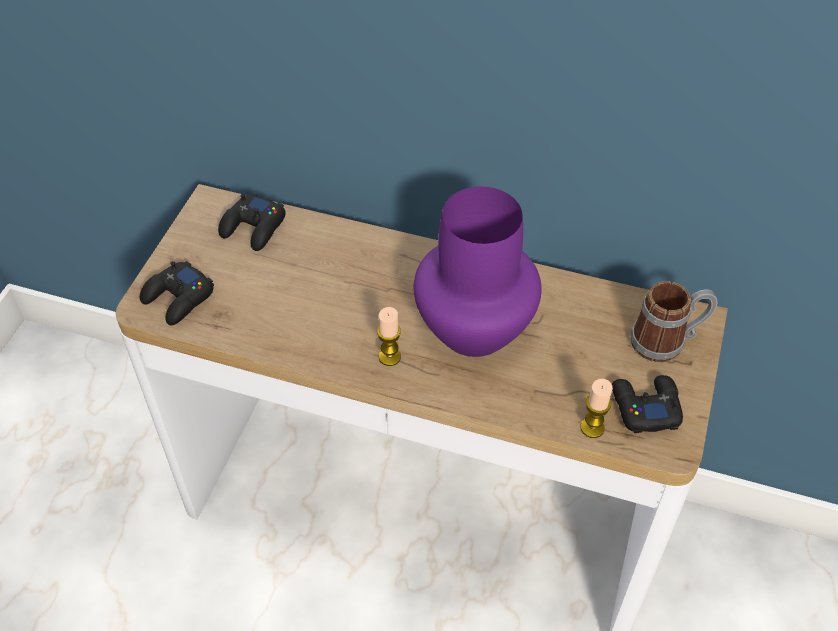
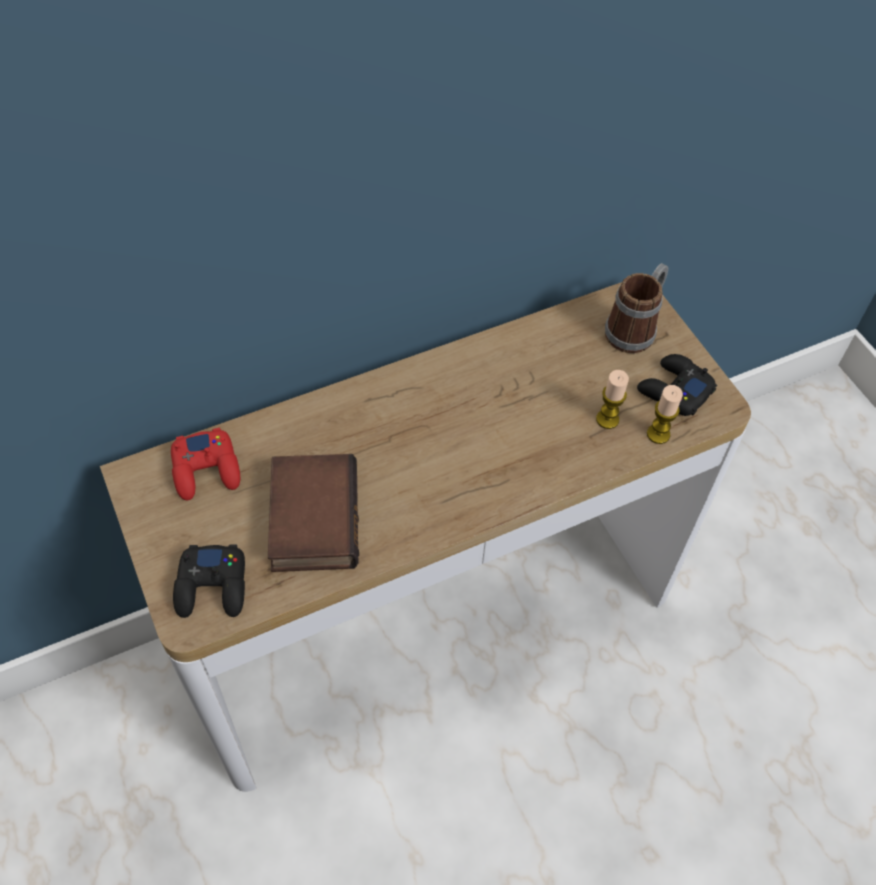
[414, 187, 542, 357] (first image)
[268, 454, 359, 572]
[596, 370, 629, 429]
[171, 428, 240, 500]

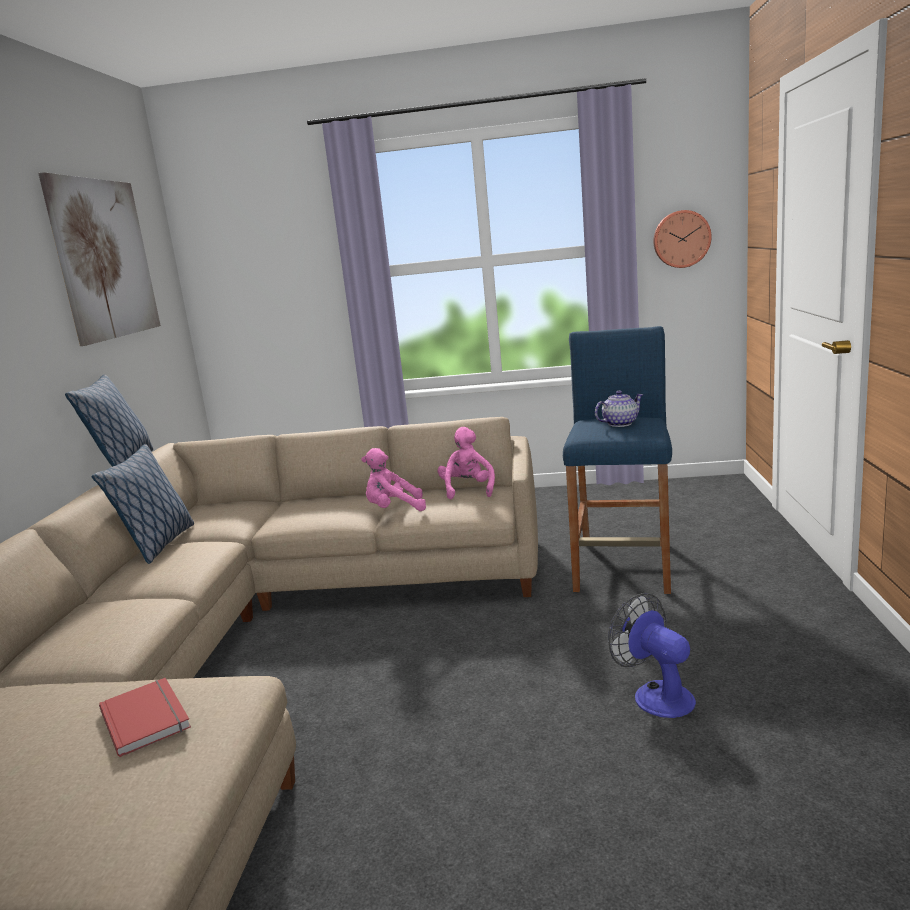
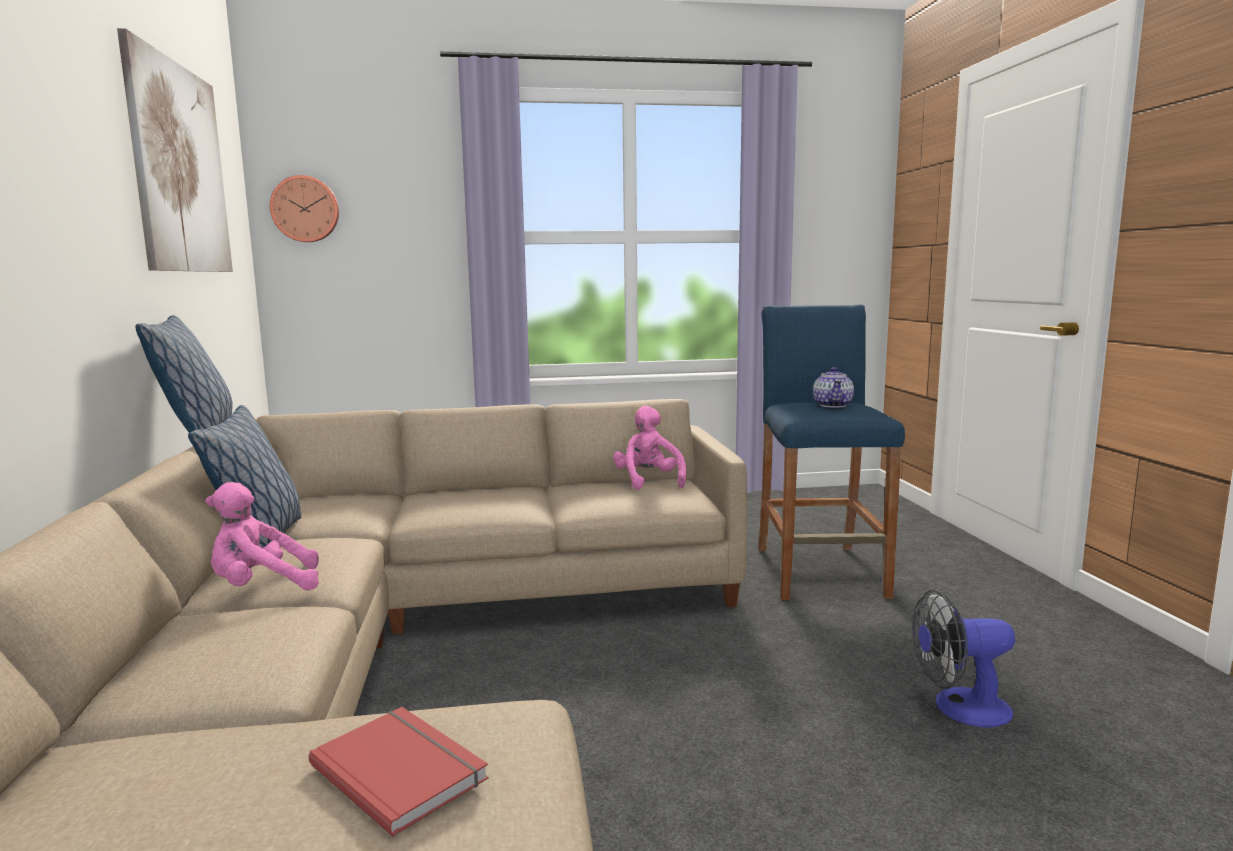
[206, 482, 319, 590]
[270, 175, 339, 242]
[813, 367, 854, 408]
[913, 589, 1015, 728]

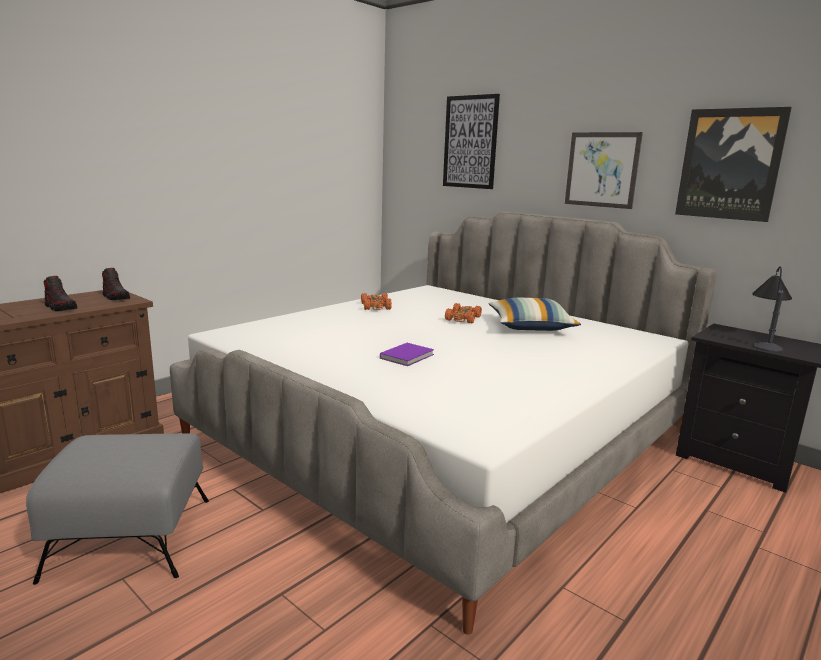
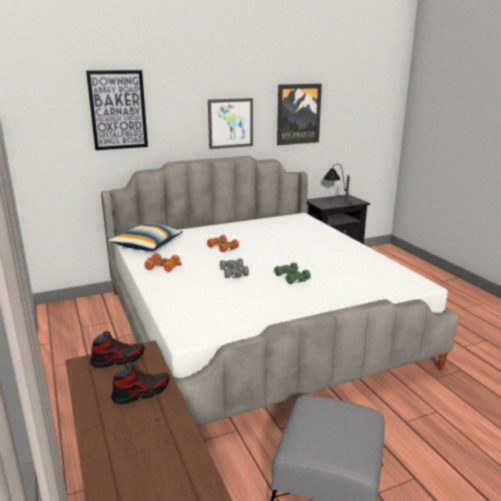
[220, 258, 249, 278]
[108, 223, 183, 251]
[274, 262, 311, 284]

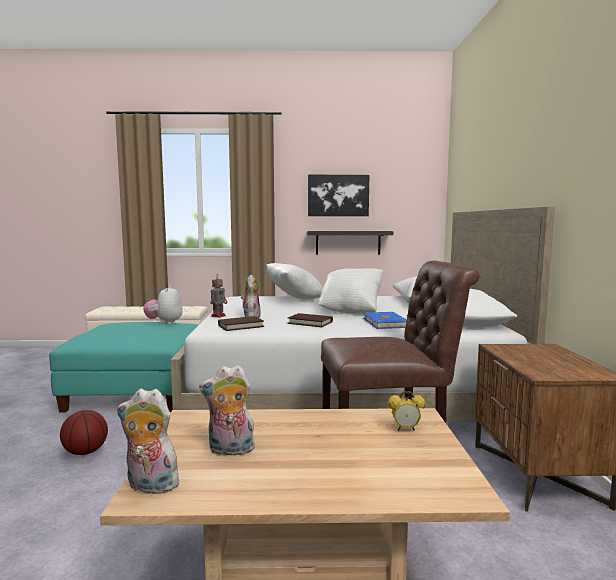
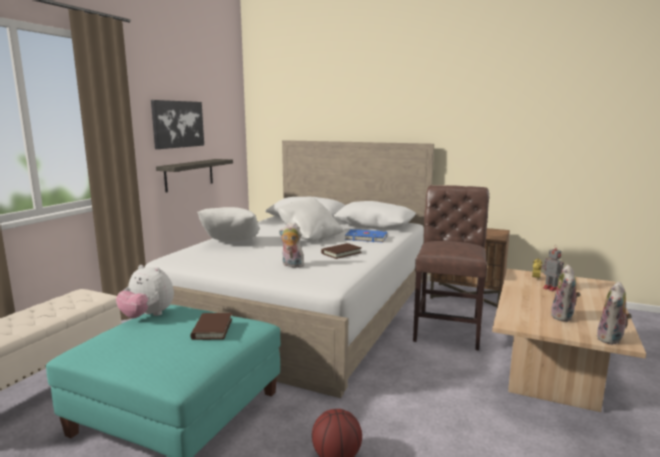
[541, 248, 564, 291]
[191, 313, 232, 340]

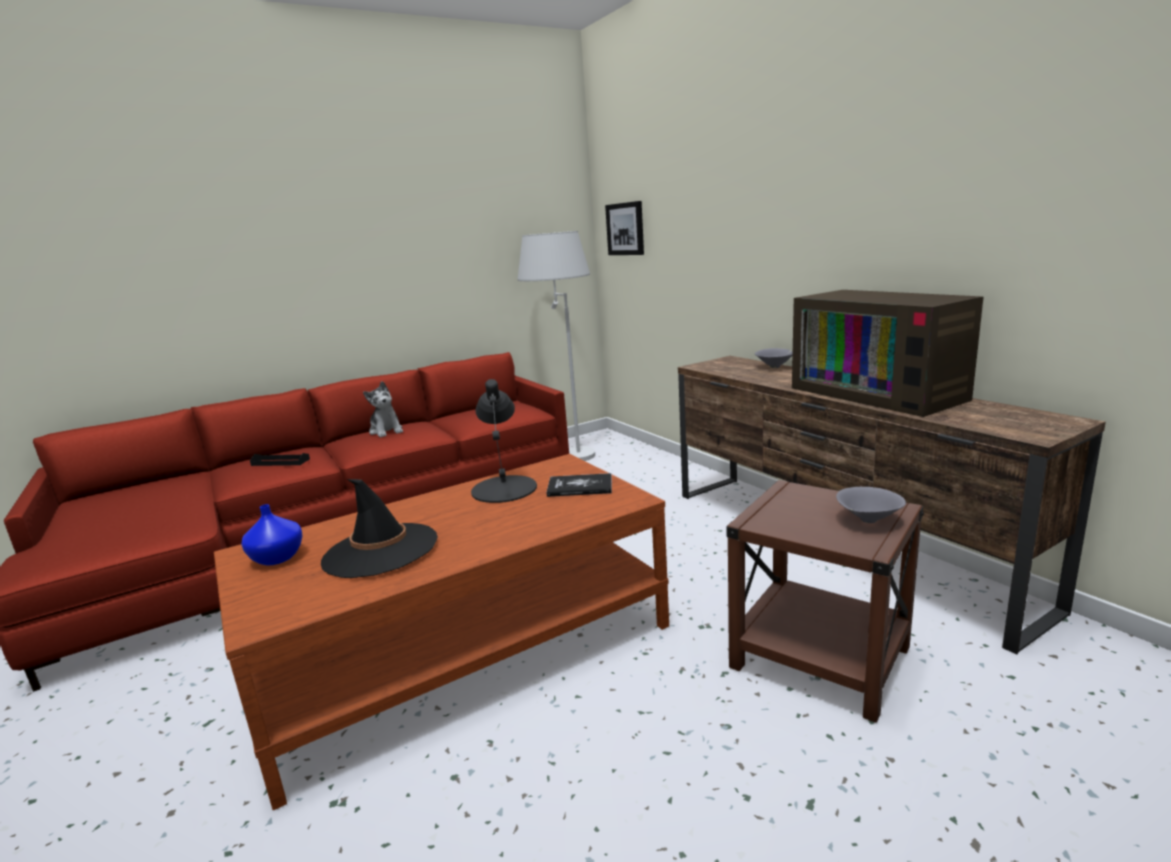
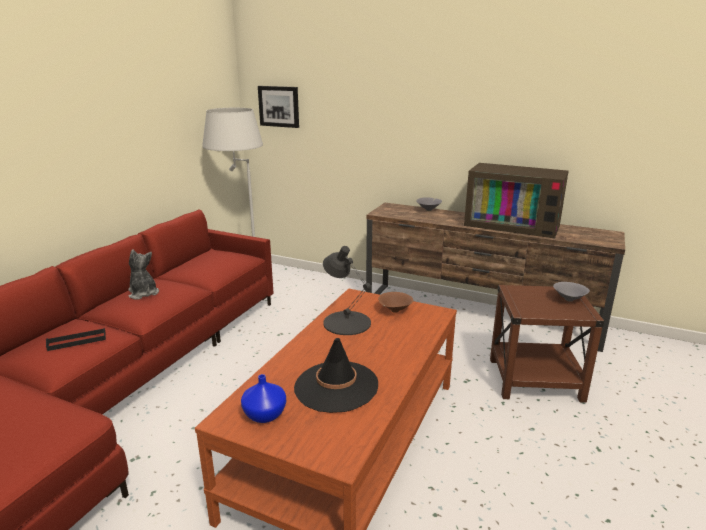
[378, 292, 413, 313]
[129, 250, 159, 300]

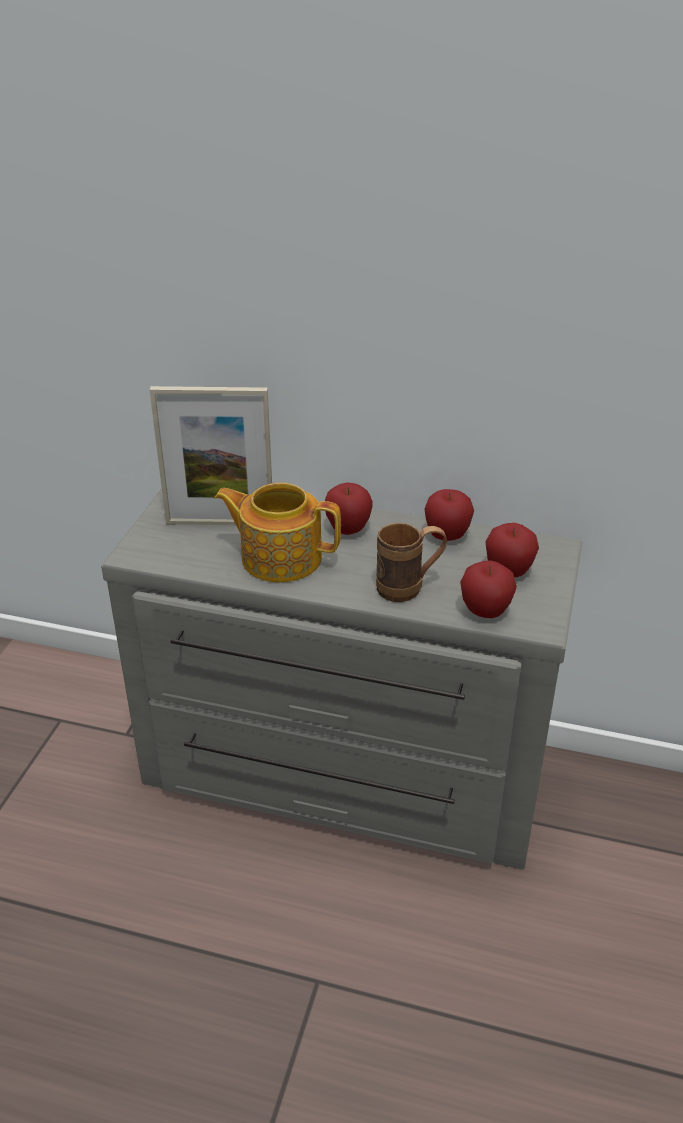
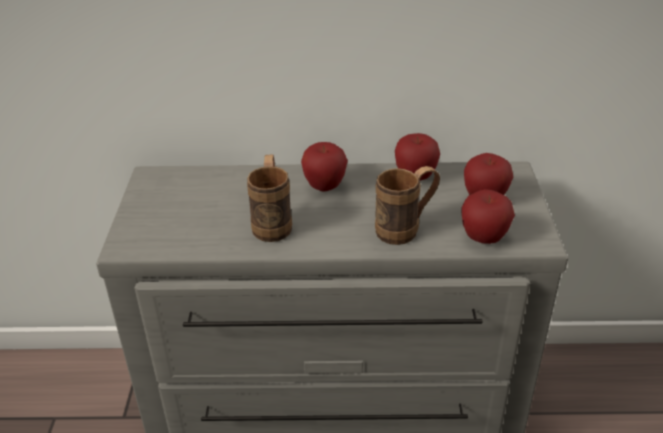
[150, 386, 272, 525] (first image)
[247, 154, 292, 242]

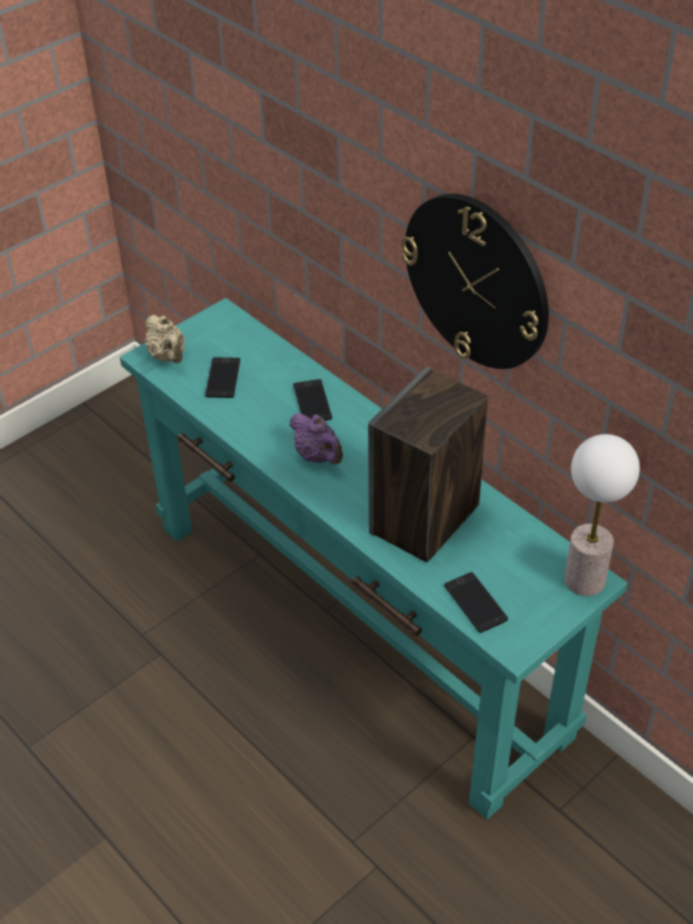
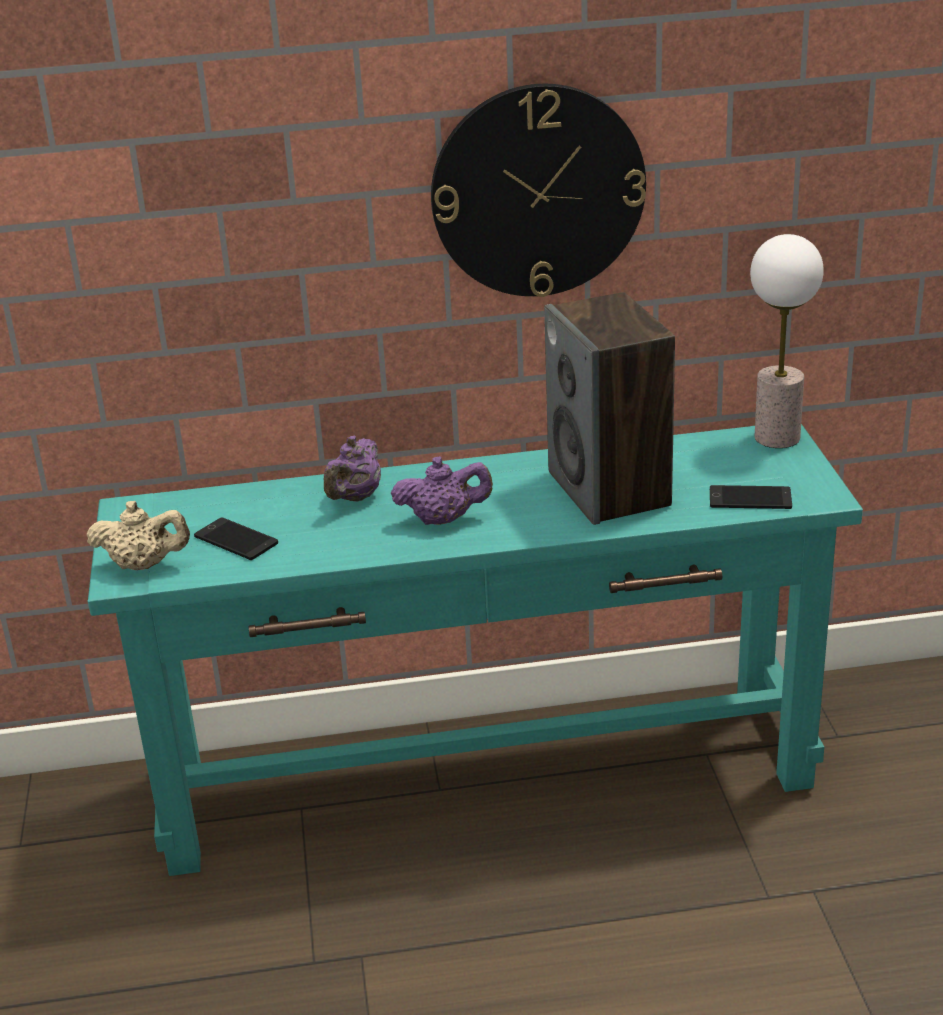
[324, 436, 381, 502]

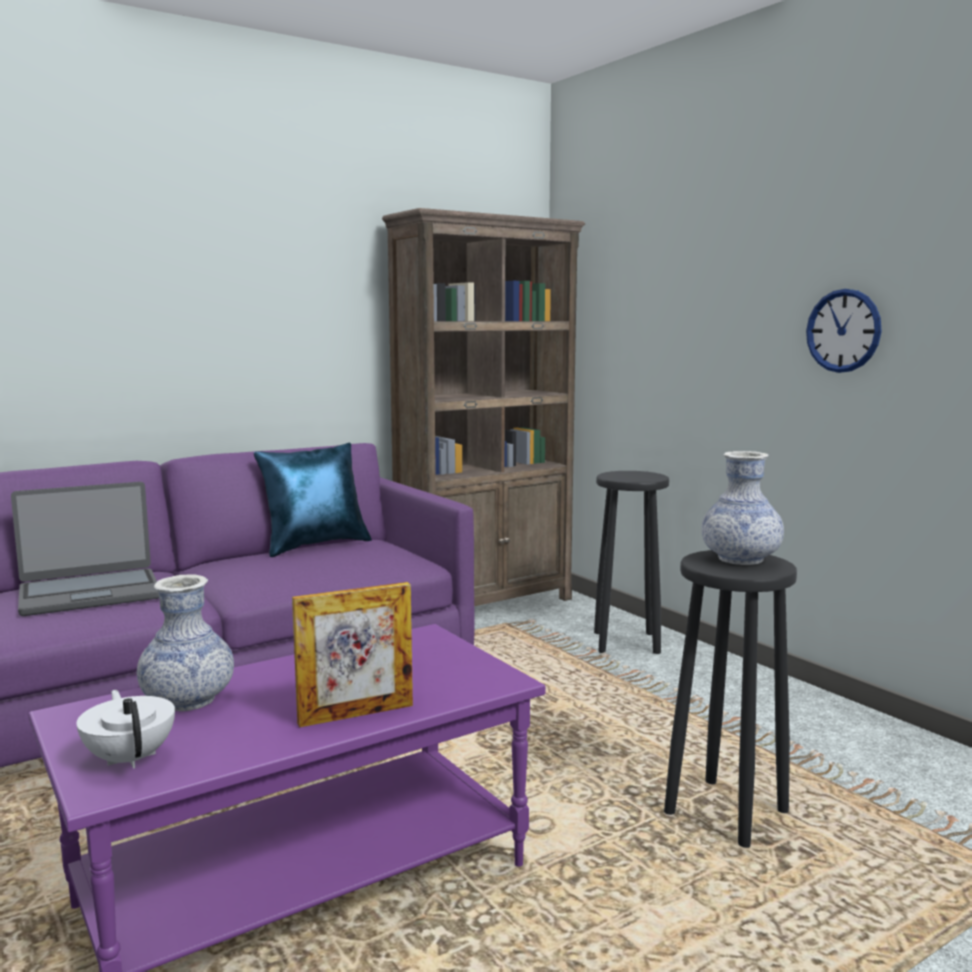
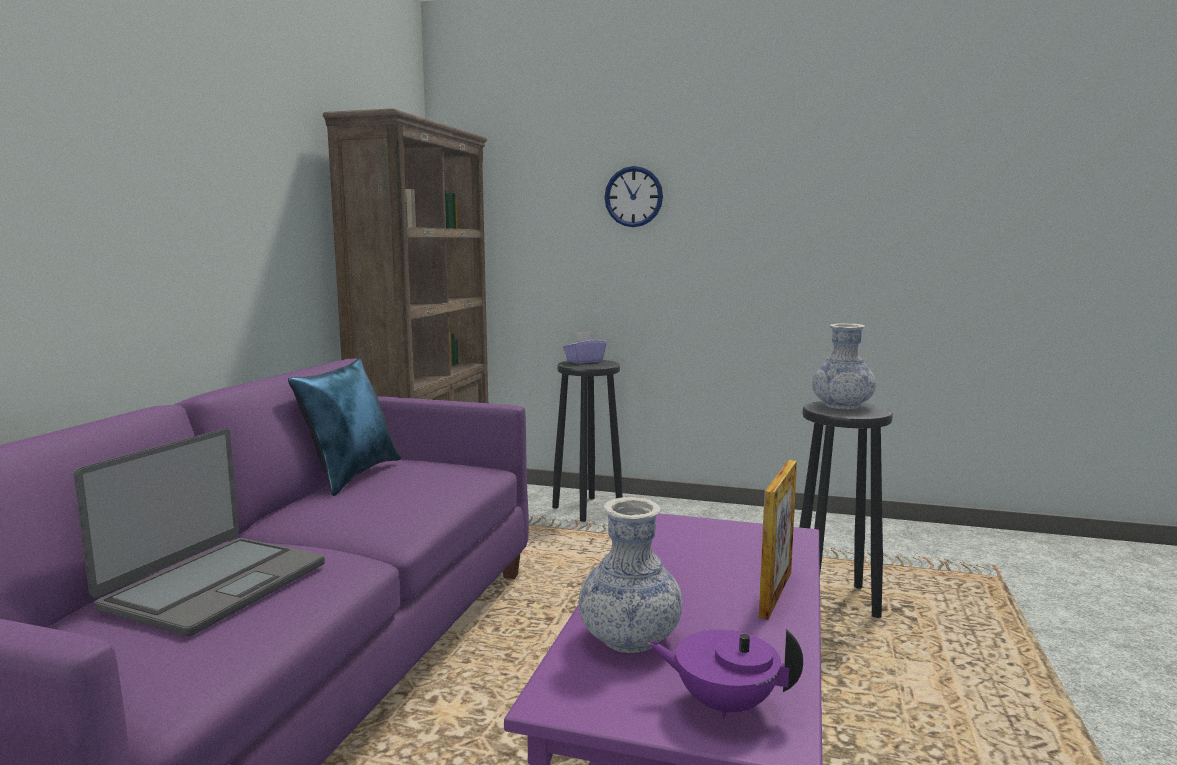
[563, 331, 607, 364]
[605, 166, 663, 227]
[648, 629, 803, 720]

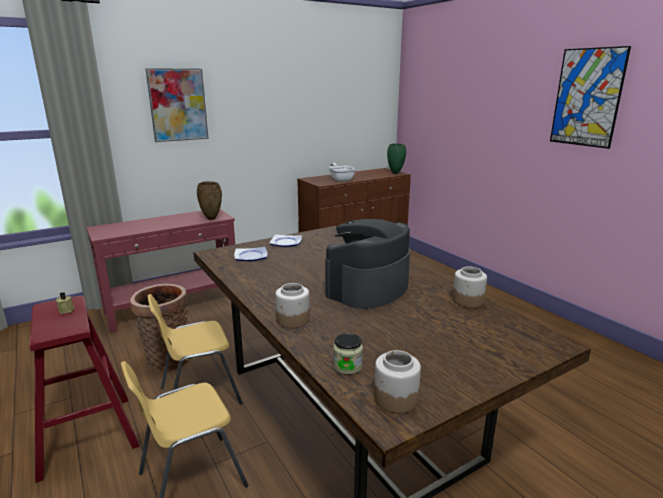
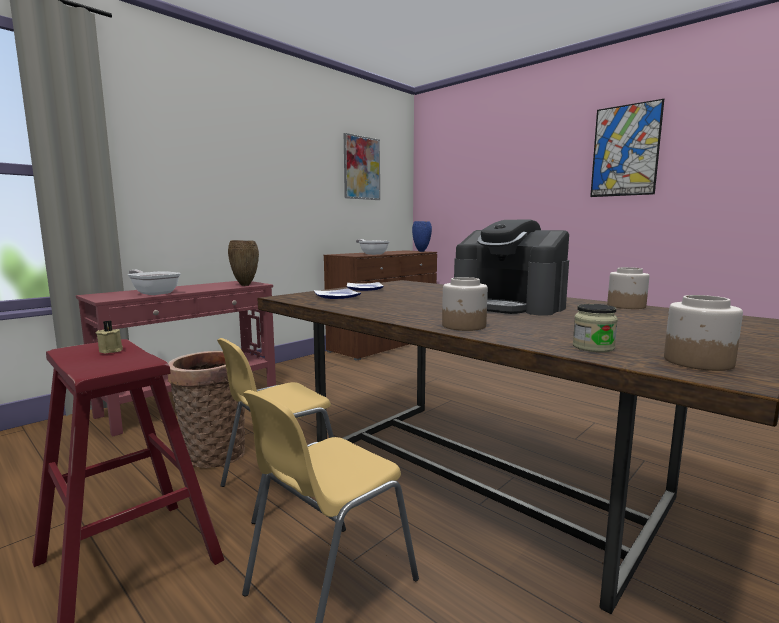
[128, 270, 181, 295]
[344, 133, 380, 200]
[412, 221, 432, 252]
[454, 219, 569, 316]

